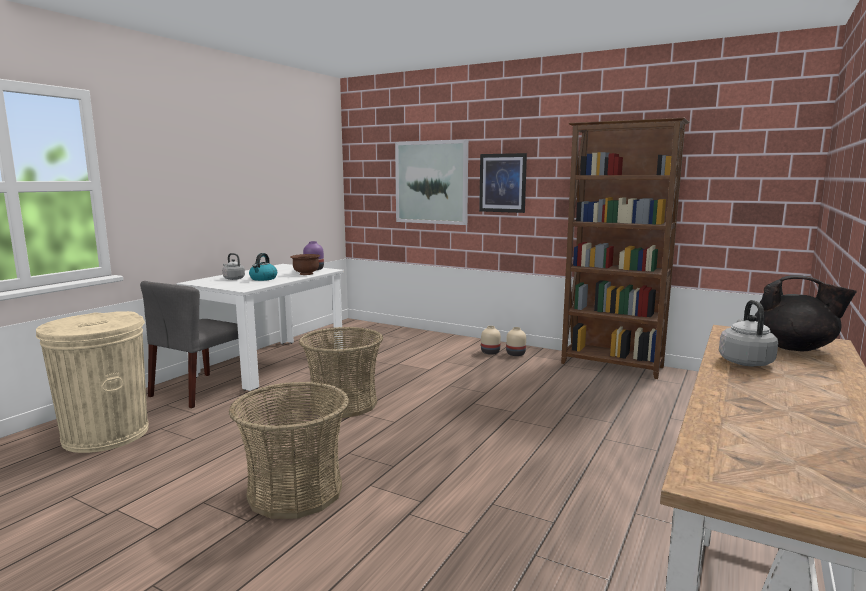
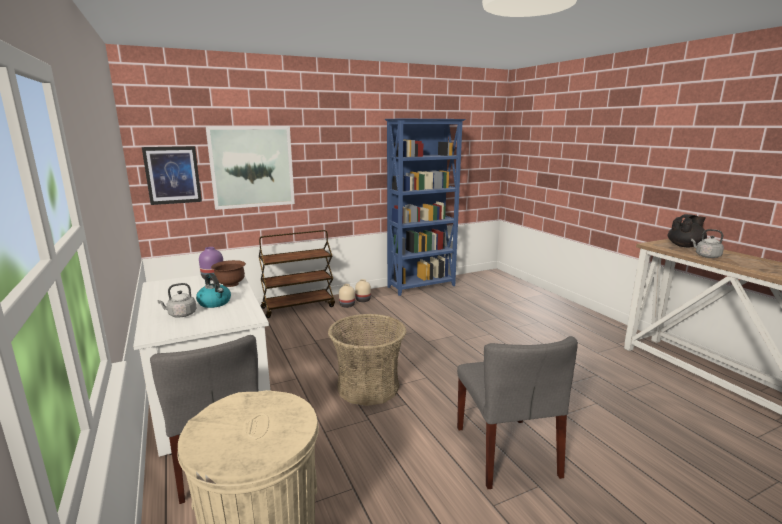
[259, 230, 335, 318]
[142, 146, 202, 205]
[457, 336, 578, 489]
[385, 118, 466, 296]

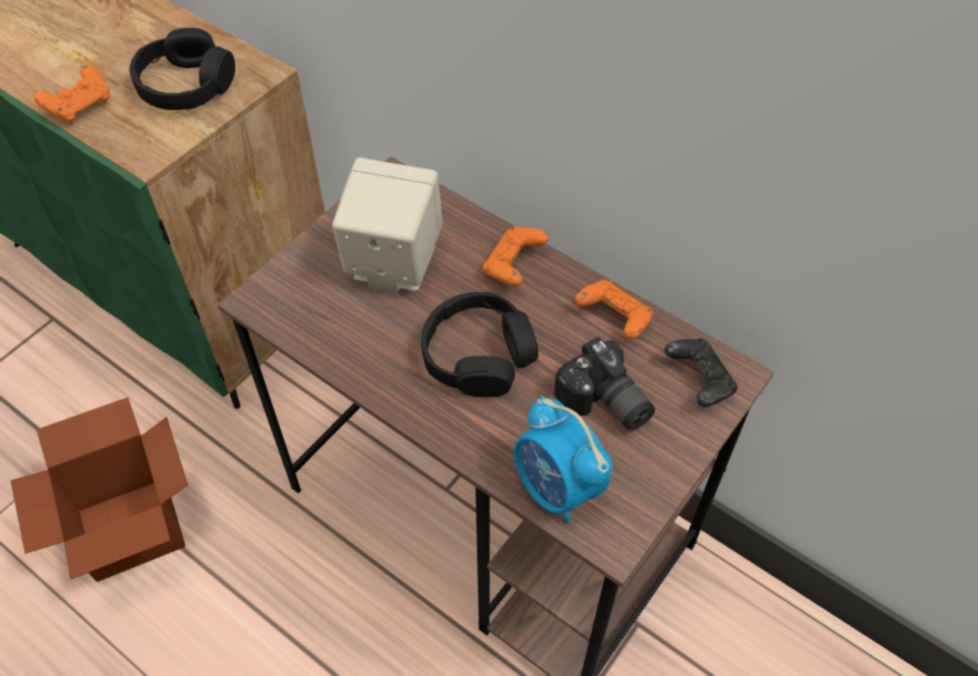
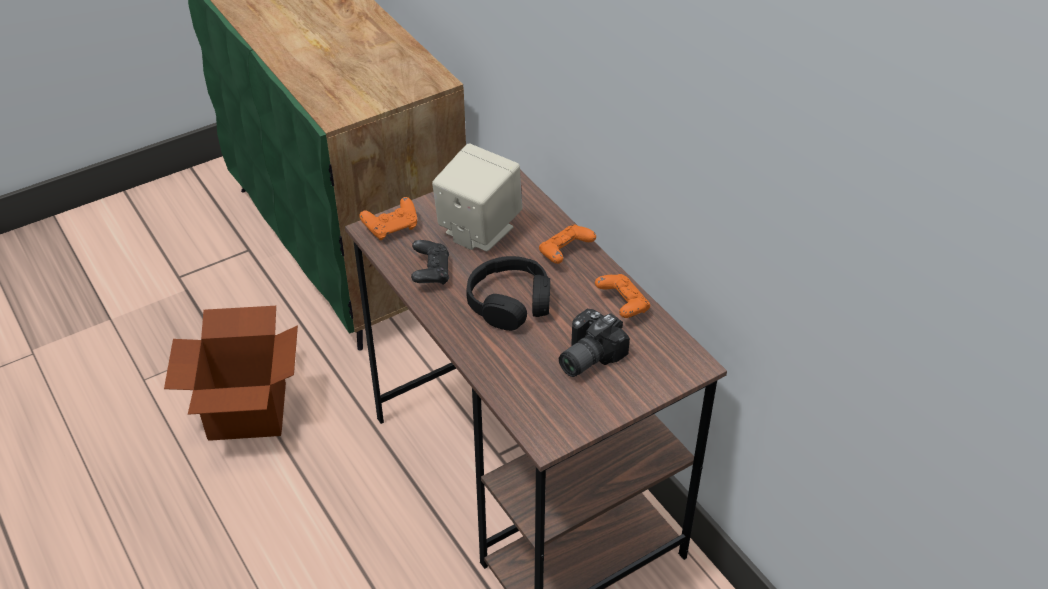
[129, 28, 235, 110] (first image)
[514, 396, 612, 524] (first image)
[360, 197, 417, 240]
[411, 240, 449, 285]
[559, 309, 630, 377]

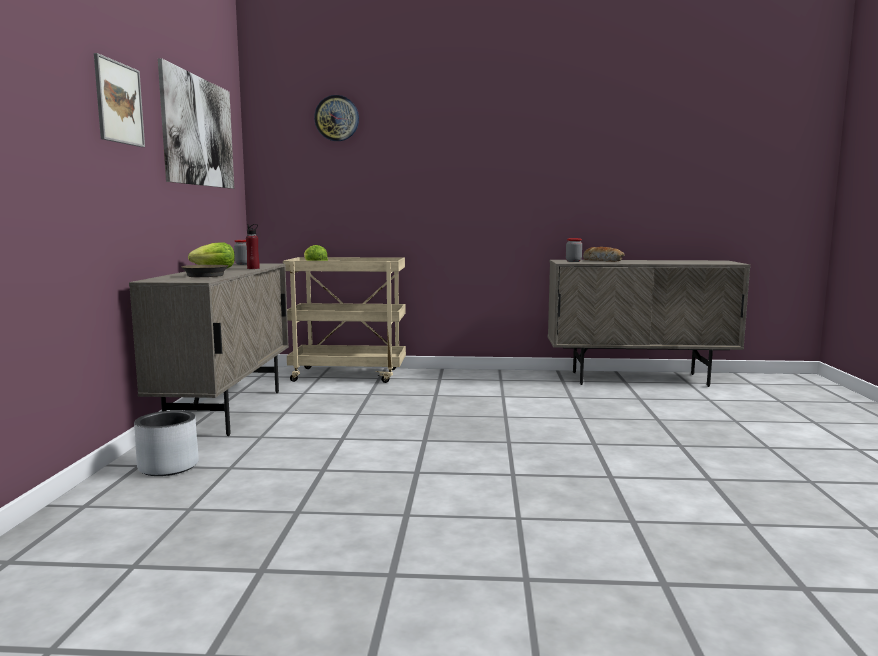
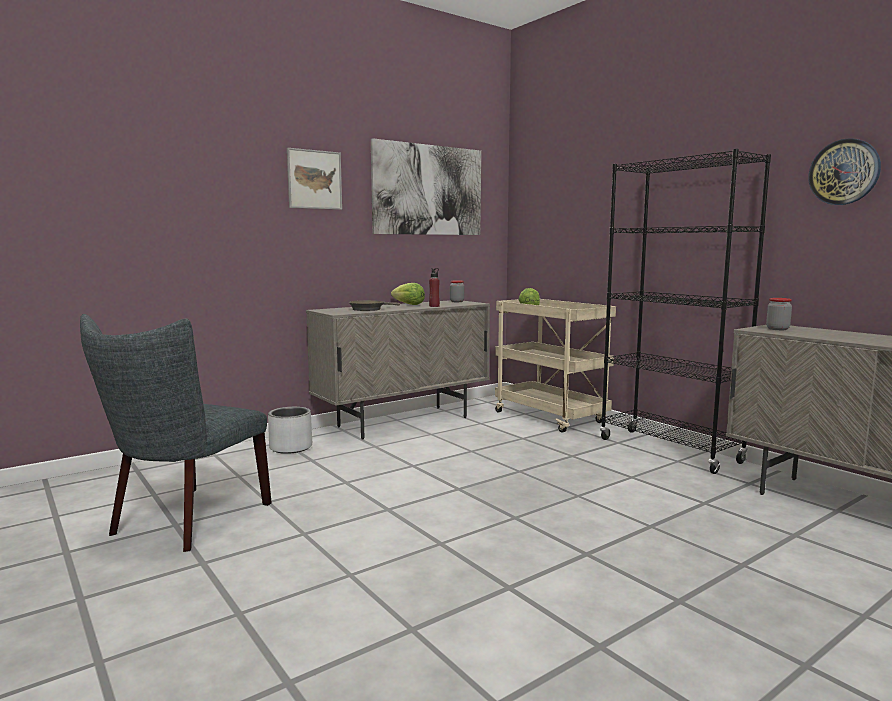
[583, 247, 624, 262] (first image)
[80, 314, 272, 552]
[600, 149, 771, 474]
[808, 138, 881, 205]

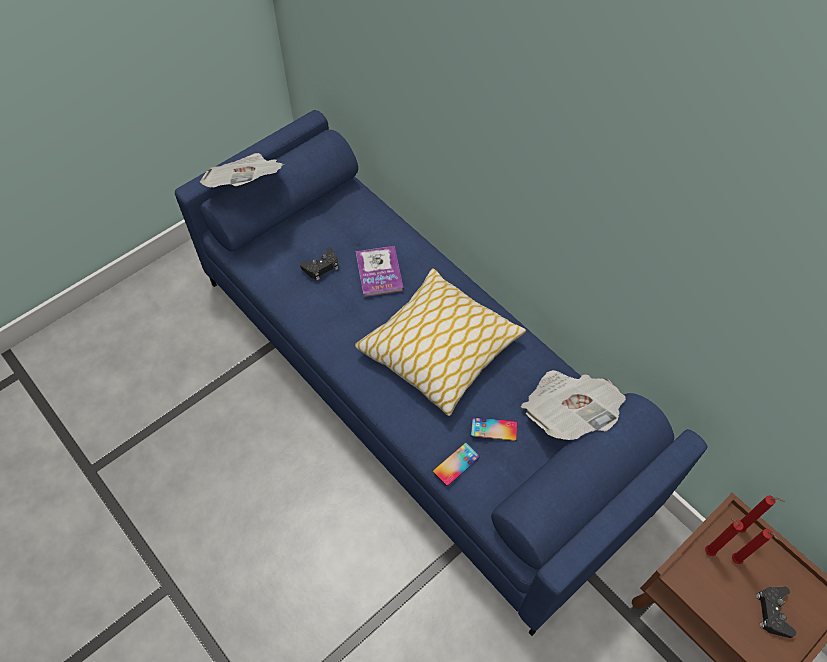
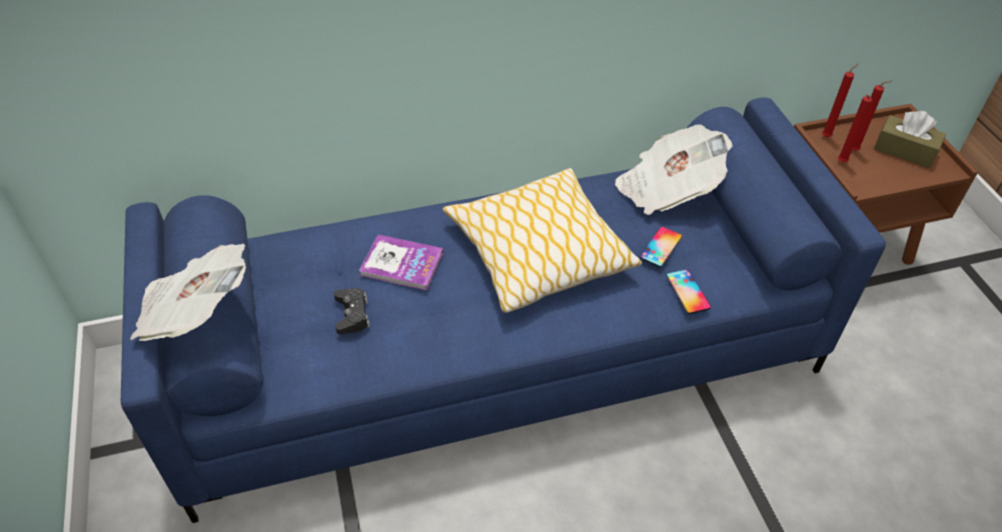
[874, 111, 946, 168]

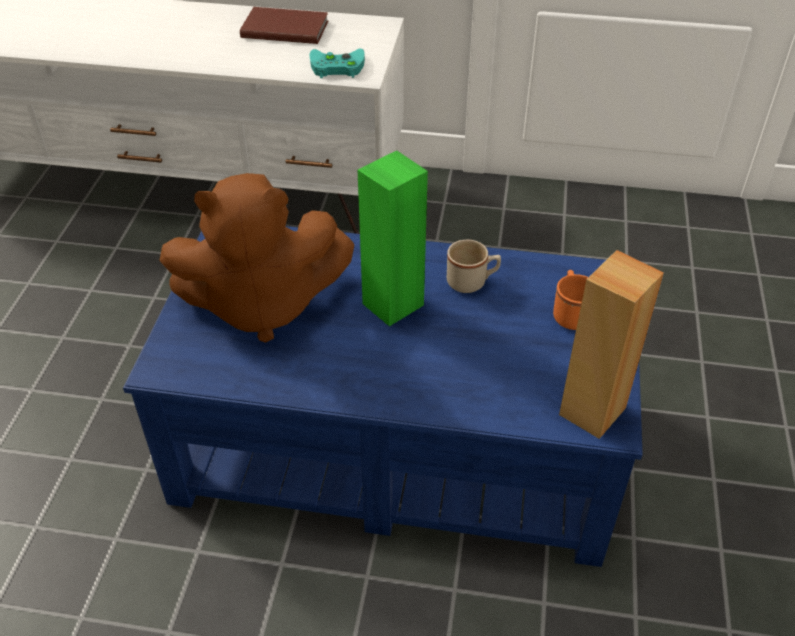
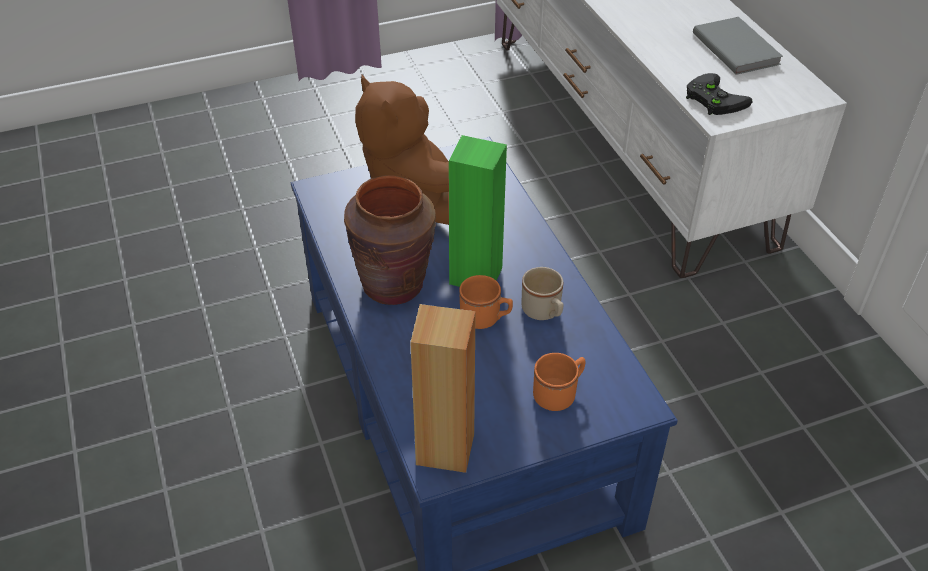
[344, 175, 436, 305]
[459, 275, 513, 329]
[693, 17, 783, 75]
[686, 73, 753, 115]

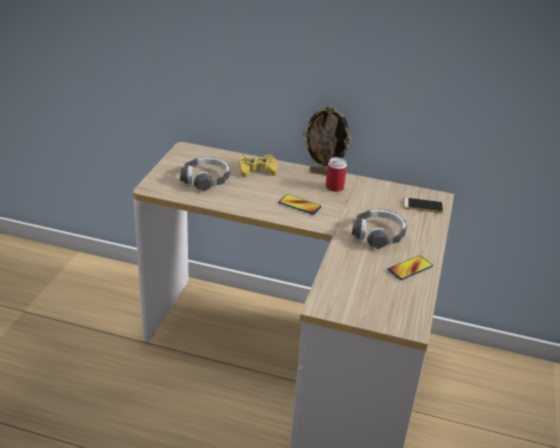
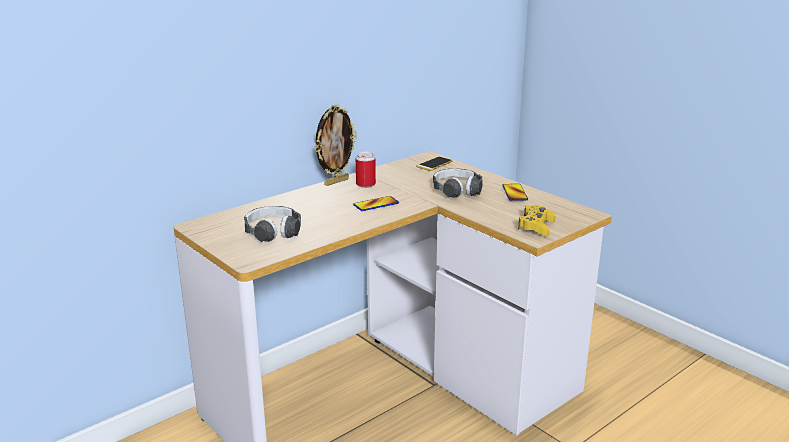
[518, 205, 556, 237]

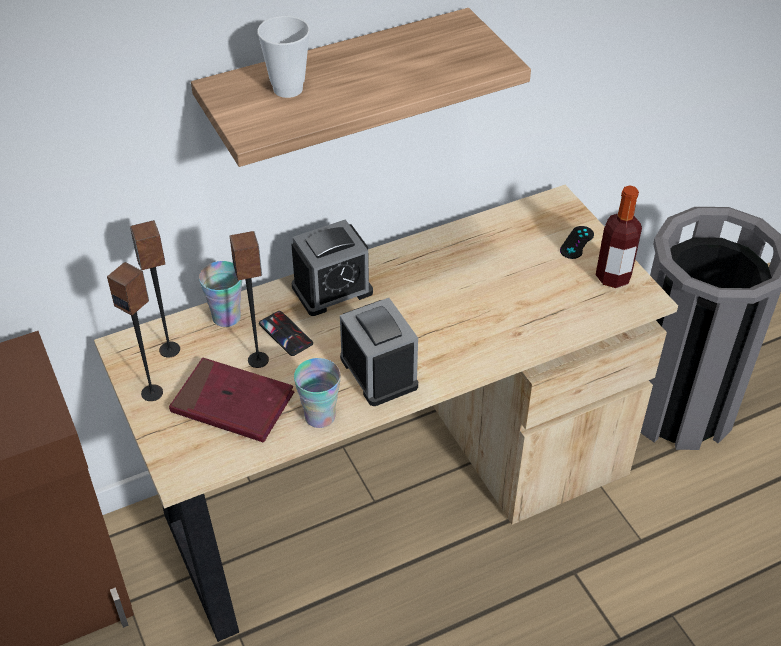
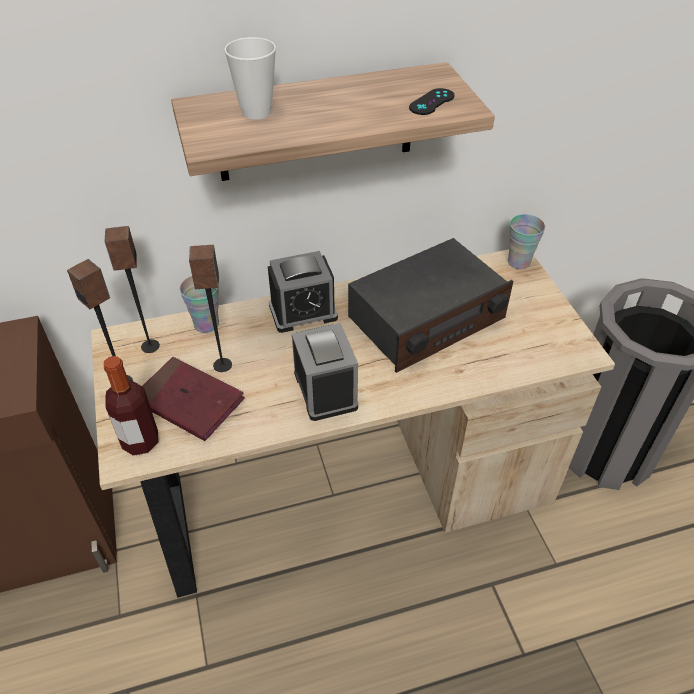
[259, 311, 313, 356] (first image)
[348, 238, 514, 373]
[508, 214, 545, 269]
[409, 88, 455, 115]
[104, 356, 159, 456]

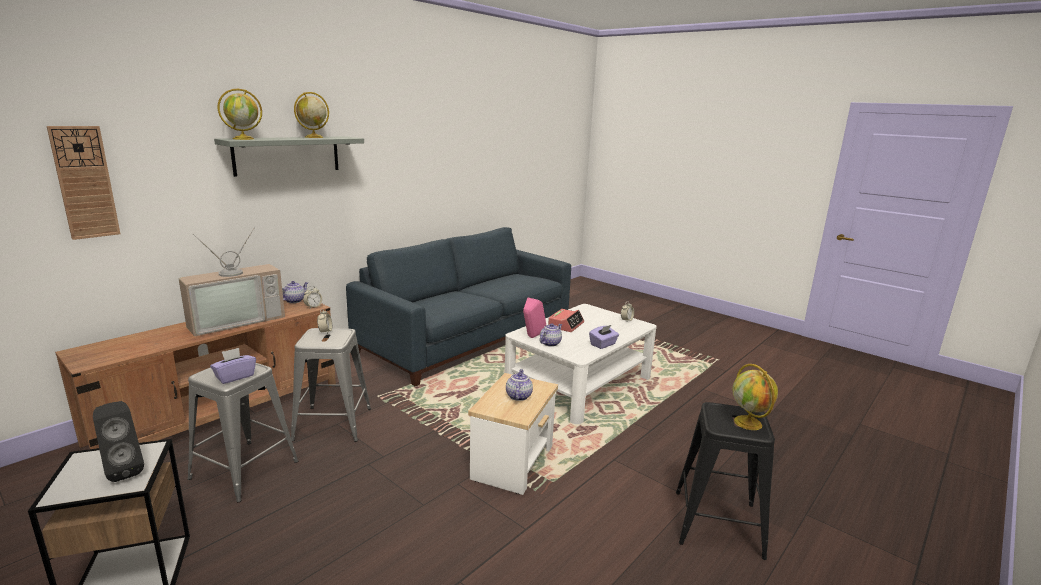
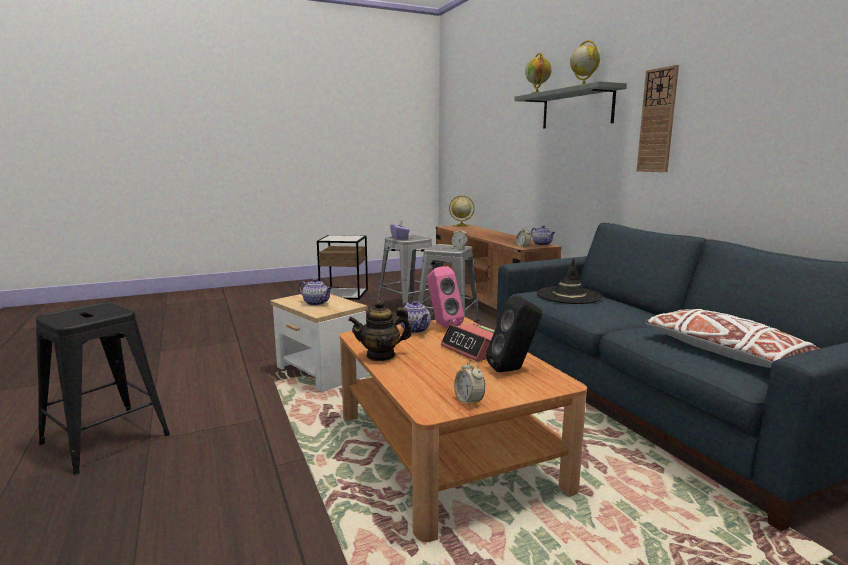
[178, 227, 285, 336] (first image)
[536, 258, 603, 304]
[645, 309, 821, 368]
[637, 65, 679, 172]
[486, 295, 542, 372]
[449, 195, 475, 227]
[348, 300, 412, 361]
[340, 317, 587, 542]

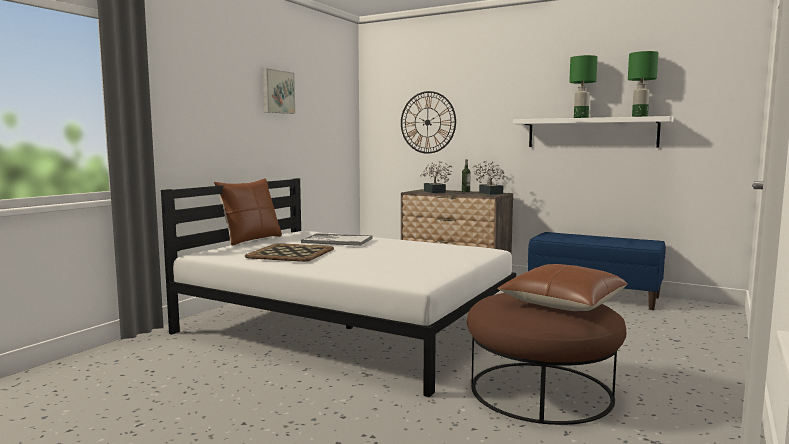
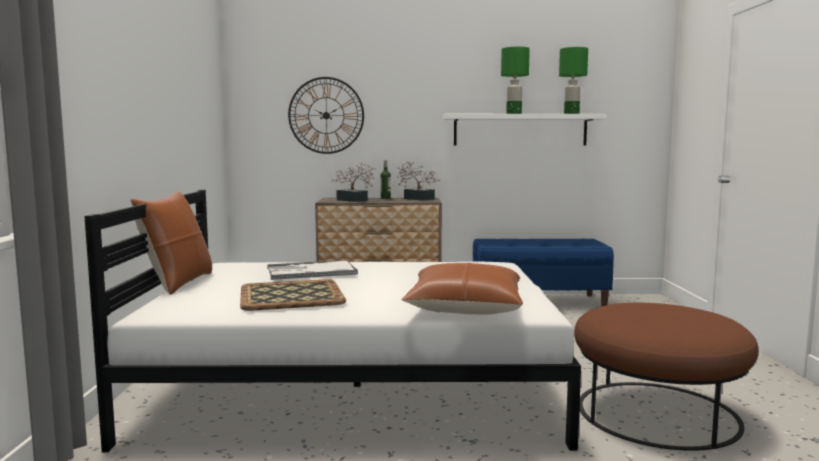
[263, 68, 295, 114] (first image)
[401, 263, 523, 315]

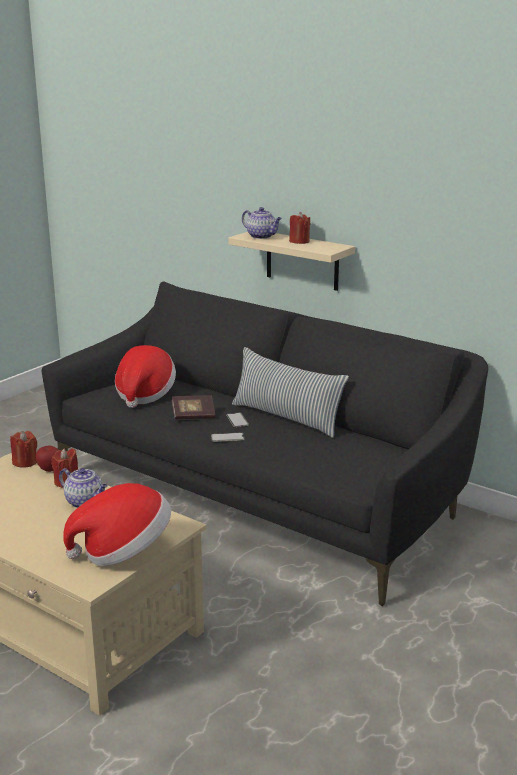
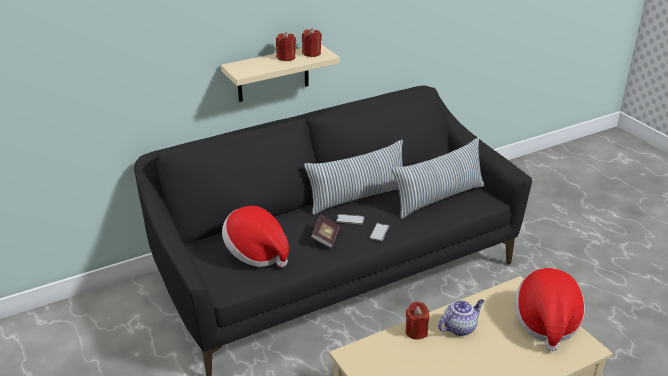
[35, 445, 59, 472] (first image)
[242, 207, 282, 239] (first image)
[392, 138, 485, 219]
[302, 28, 322, 57]

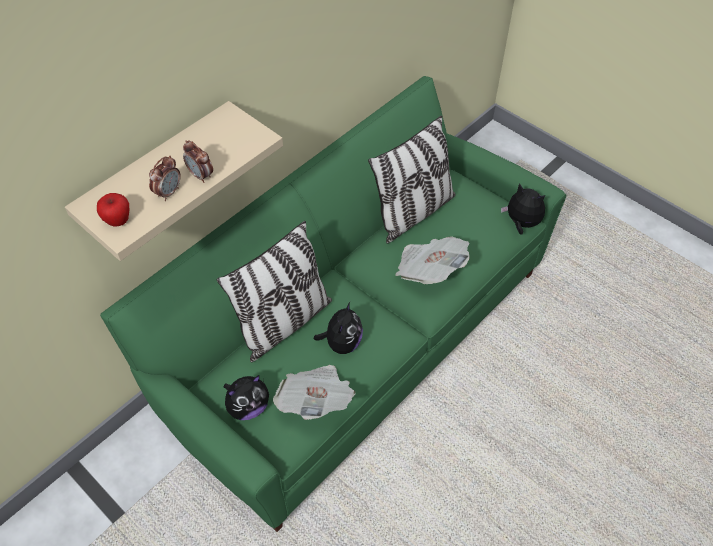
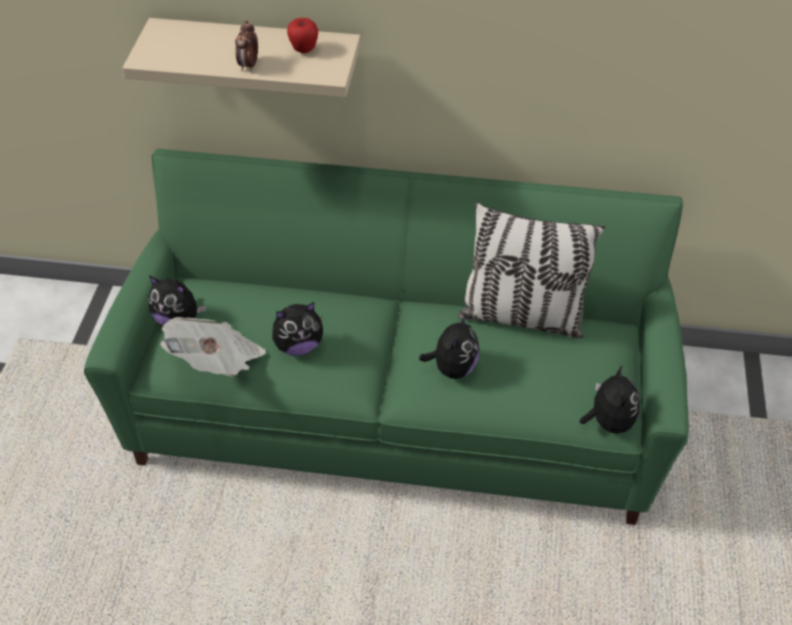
[149, 156, 181, 201] (first image)
[217, 221, 332, 362] (first image)
[287, 18, 318, 53]
[419, 313, 480, 379]

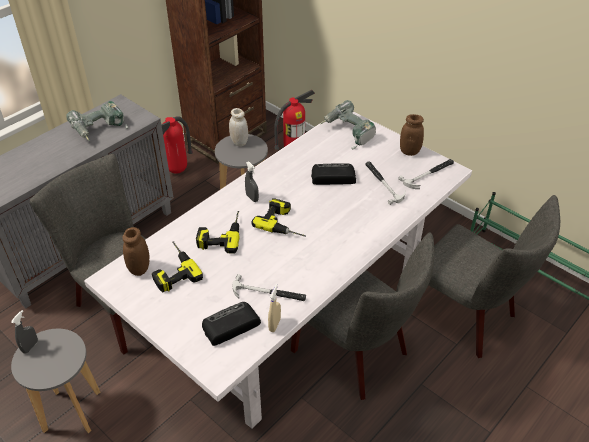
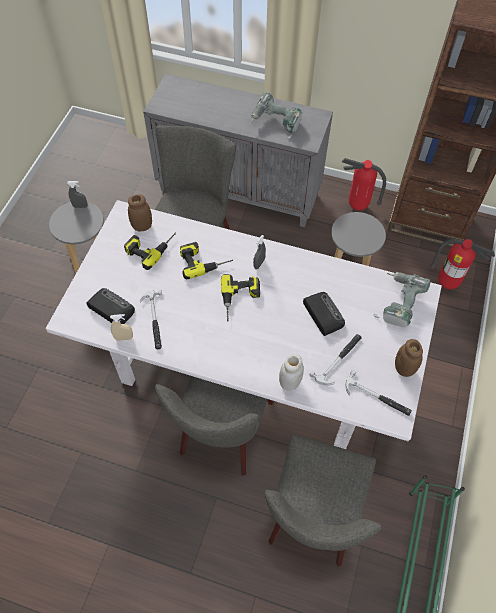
[279, 353, 304, 391]

